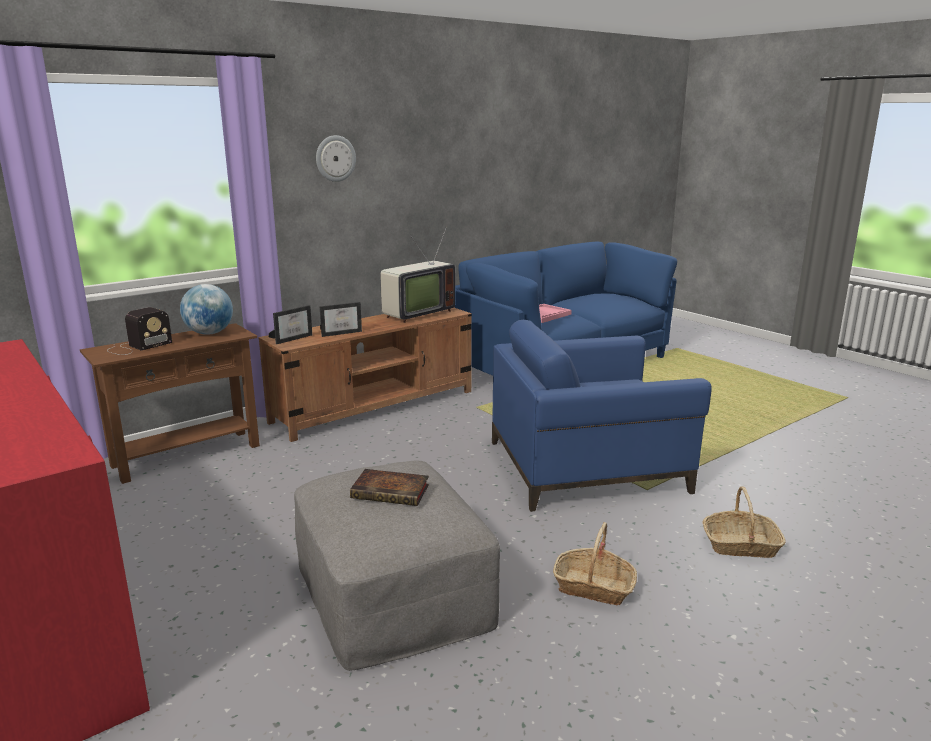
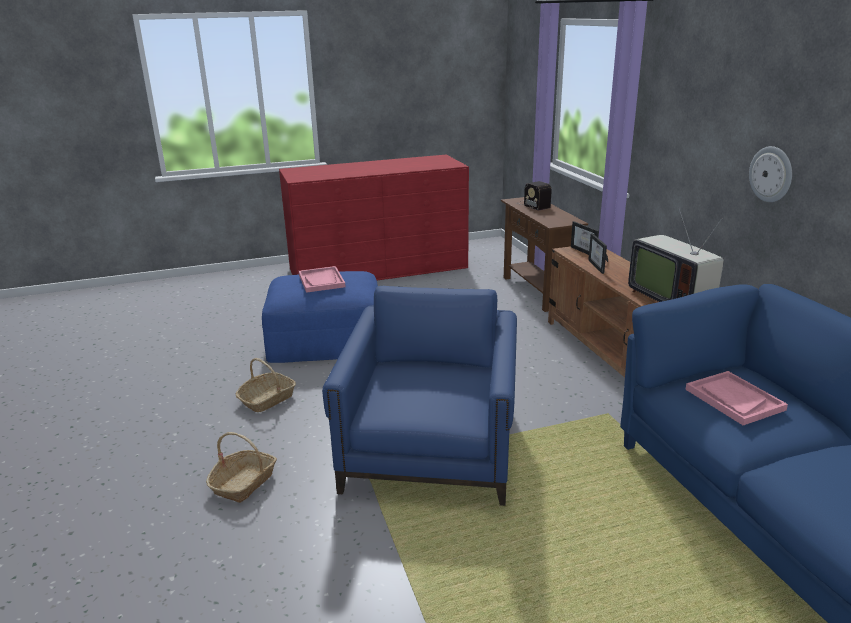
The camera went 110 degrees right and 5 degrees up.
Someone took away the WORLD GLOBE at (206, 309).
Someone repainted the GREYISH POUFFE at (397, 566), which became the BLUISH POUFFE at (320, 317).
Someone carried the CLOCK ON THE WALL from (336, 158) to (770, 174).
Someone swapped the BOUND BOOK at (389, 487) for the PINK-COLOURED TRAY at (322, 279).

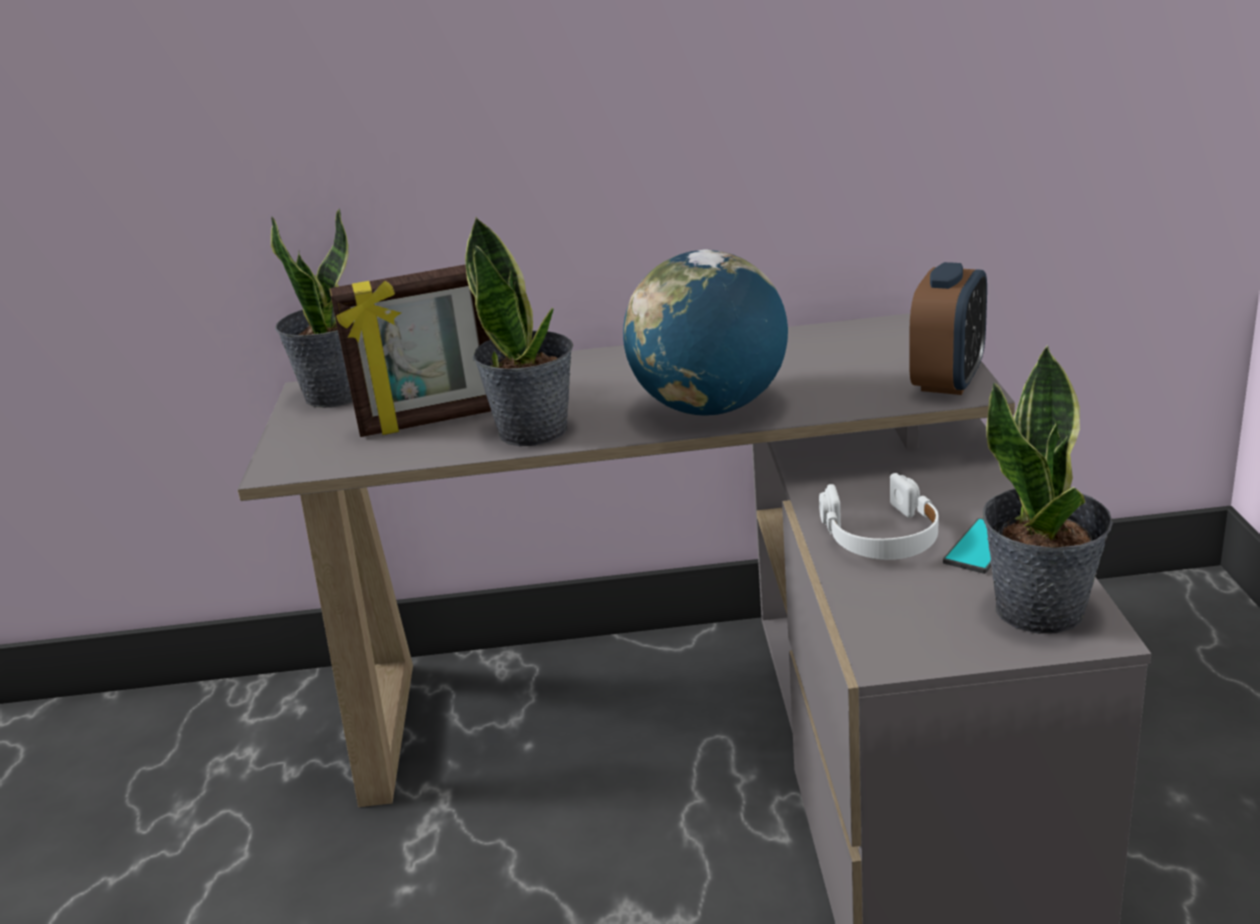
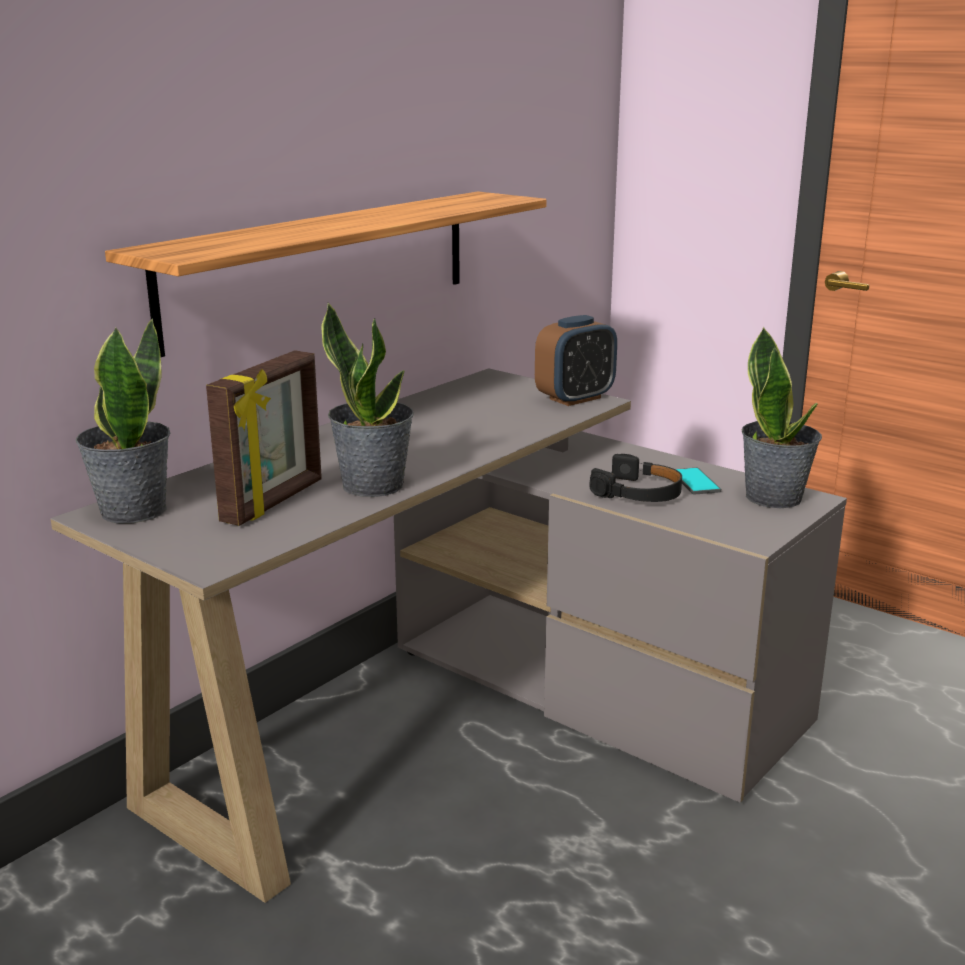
The camera went 50 degrees left and 5 degrees down.
Someone took away the WORLD GLOBE at (705, 333).
Someone repainted the WHITE HEADPHONES at (879, 516), which became the BLACK HEADPHONES at (635, 478).
Someone rotated the BEDSIDE CLOCK at (948, 328) by 75 degrees clockwise.
Someone put up the SHELF at (326, 274).

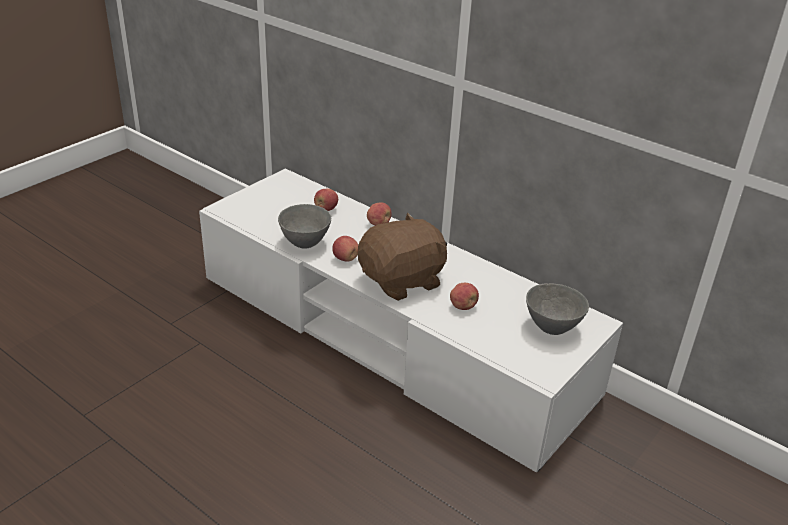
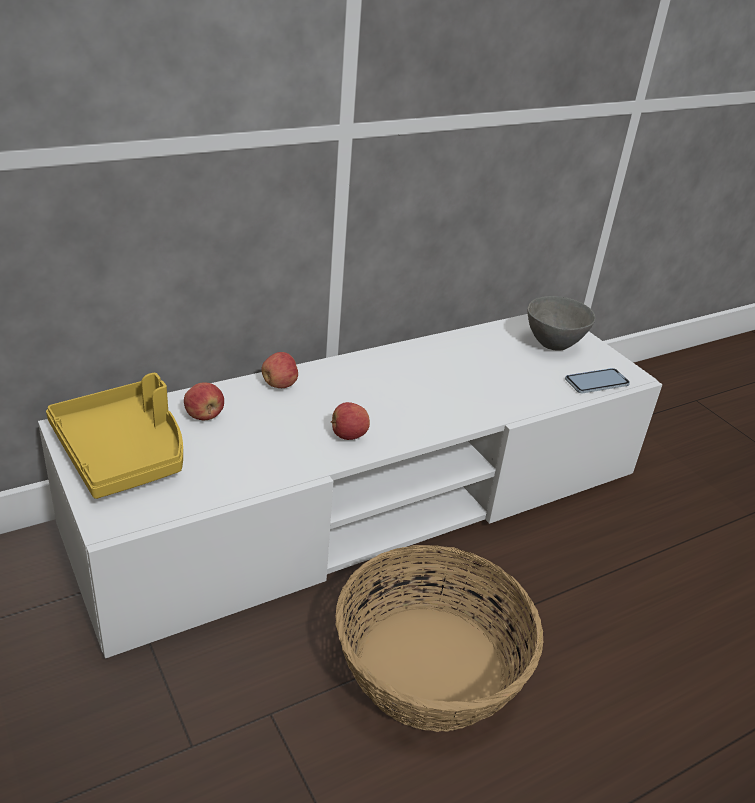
The camera went 70 degrees left and 0 degrees up.
Someone took away the GREYISH DEEP DISH at (304, 226).
Someone took away the BROWN SOFT TOY at (402, 256).
Someone took away the APPLE at (464, 296).
Someone put down the YELLOW TRAY at (114, 436).
Someone put down the HOUSEHOLD BASKET at (439, 638).
Someone put down the HANDSET at (597, 380).

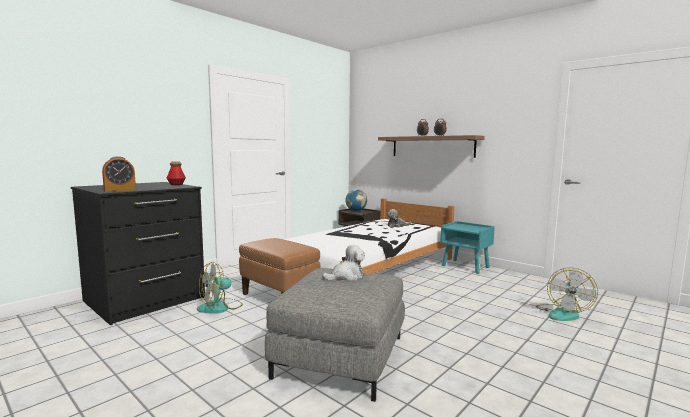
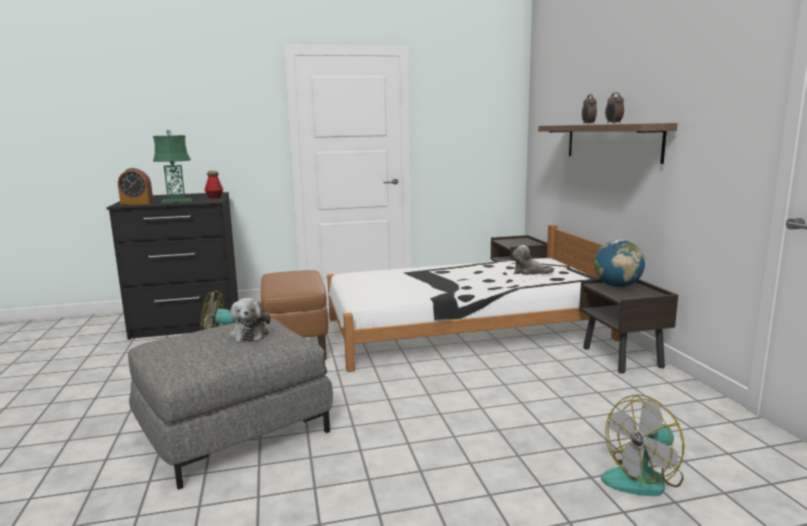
The camera went 35 degrees right and 5 degrees up.
Someone rotated the SOFT TOY at (343, 263) by 75 degrees clockwise.
Someone carried the WORLD GLOBE from (356, 200) to (619, 263).
Someone repainted the TURQUOISE-COLOURED NIGHTSTAND at (467, 247), which became the BROWN NIGHTSTAND at (628, 326).
Someone put down the GREEN-COLOURED LAMP FOR A TABLE at (172, 167).

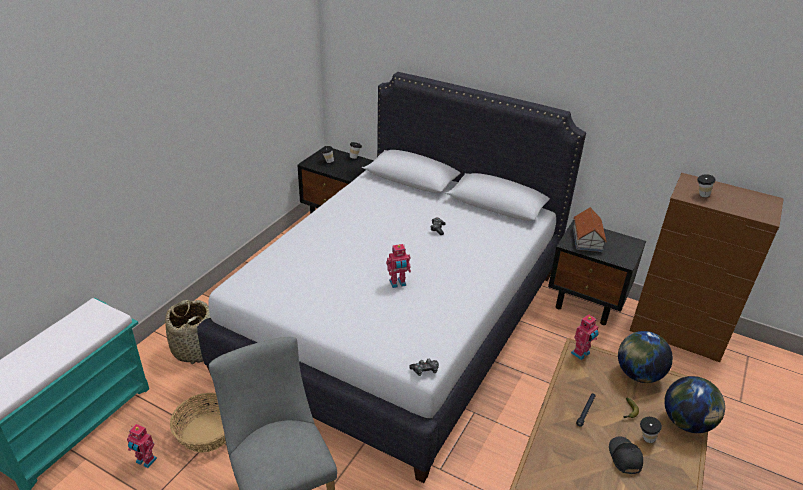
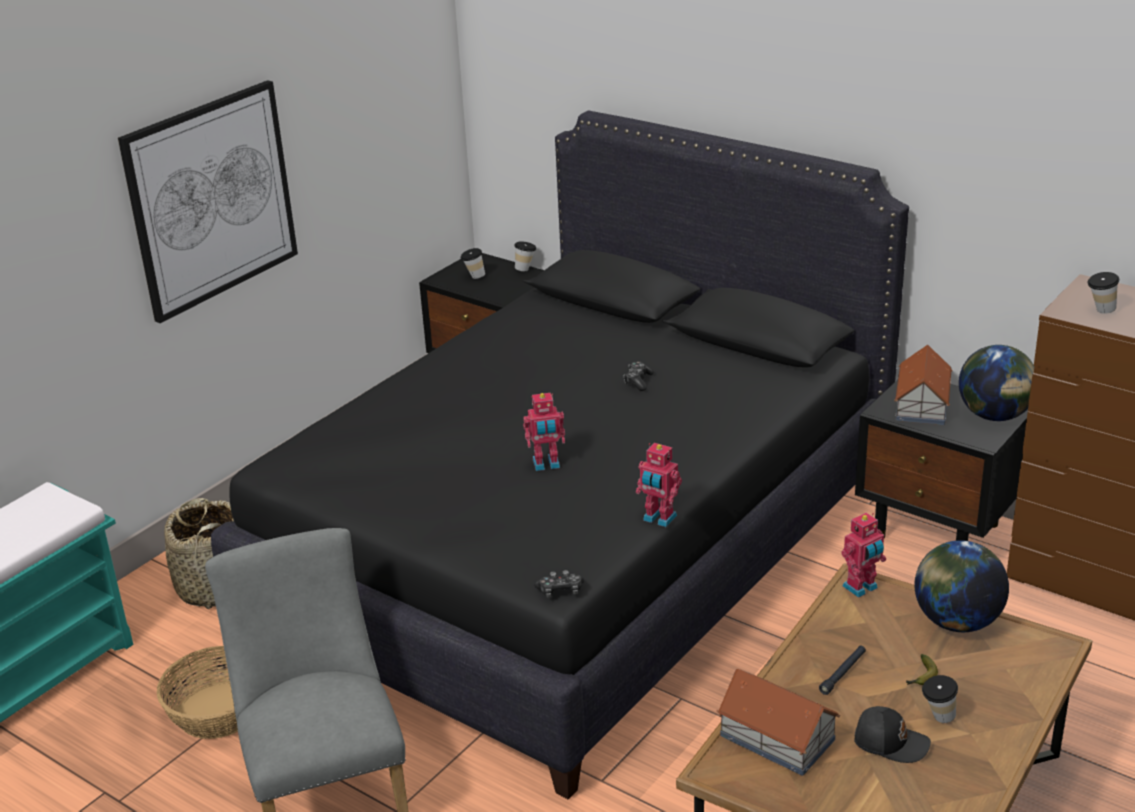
The camera went 10 degrees right and 5 degrees down.
Someone carried the TOY ROBOT from (142, 446) to (659, 485).
Someone repainted the WHITE BEDROOM BED at (391, 277), which became the BLACK BEDROOM BED at (560, 455).
Someone rotated the BLACK BASEBALL CAP at (626, 455) by 105 degrees clockwise.
Someone carried the WORLD GLOBE from (694, 404) to (996, 383).
Someone put up the WALL PICTURE at (208, 201).
Someone put down the TOY HOUSE at (778, 722).

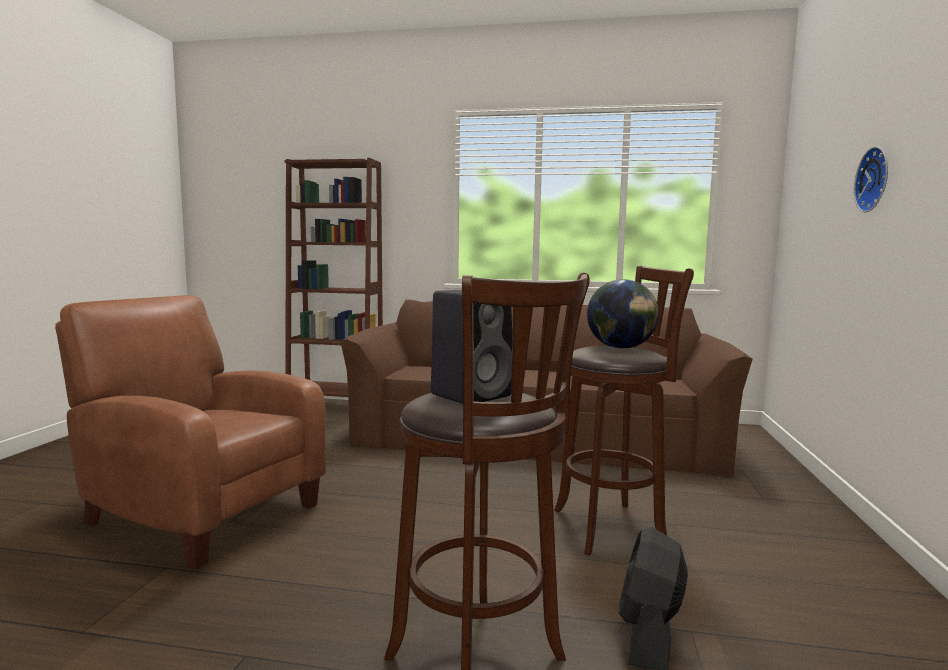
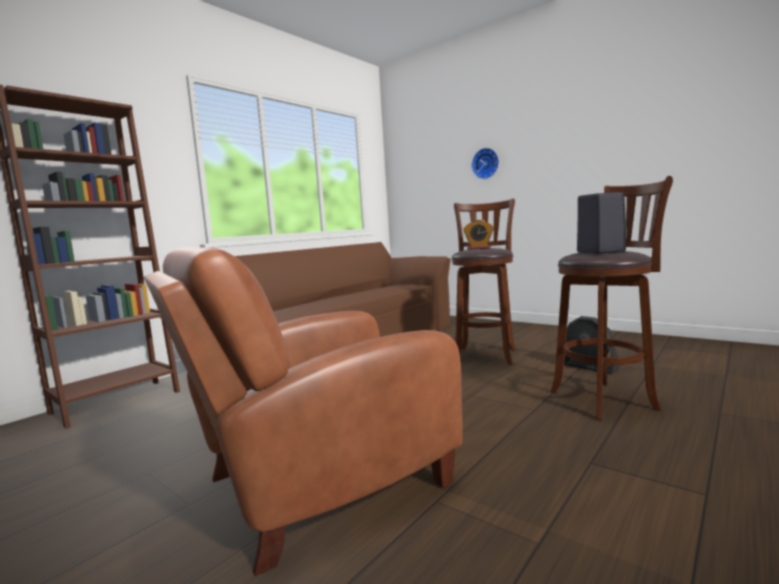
The camera went 60 degrees left and 0 degrees up.
Someone swapped the WORLD GLOBE at (623, 314) for the BEDSIDE CLOCK at (478, 234).

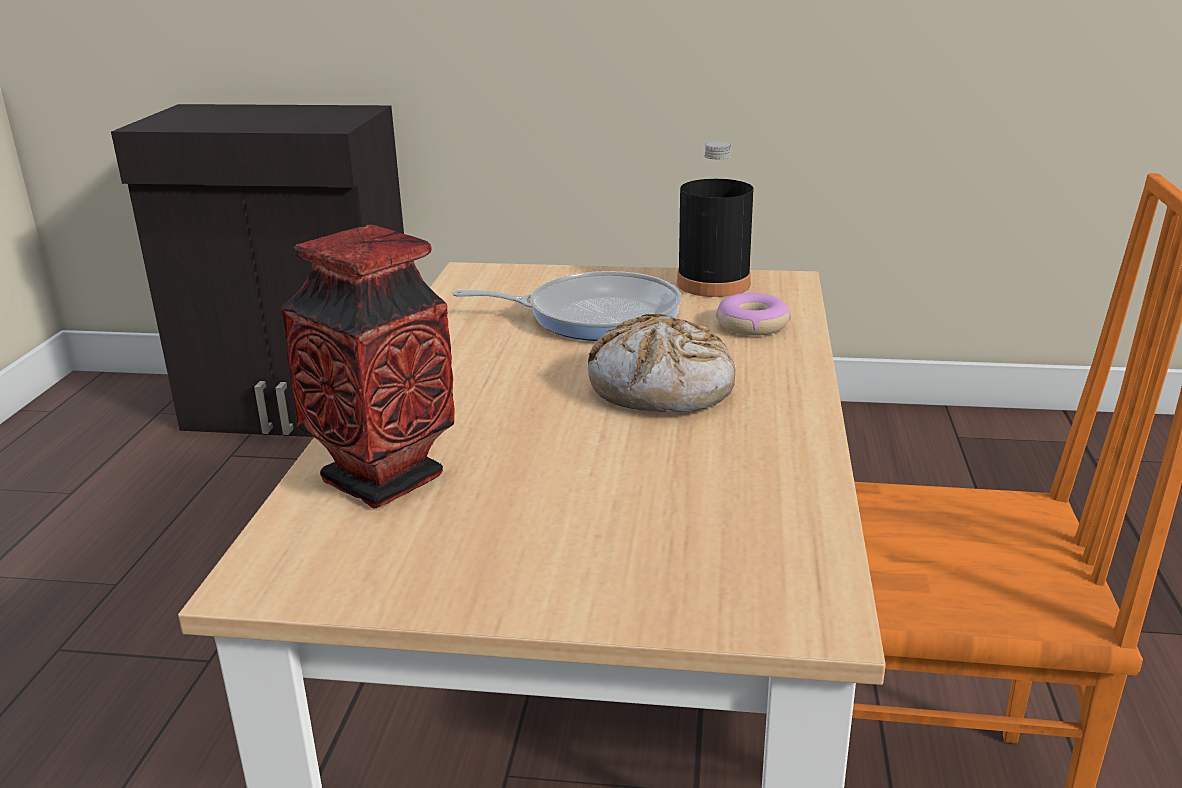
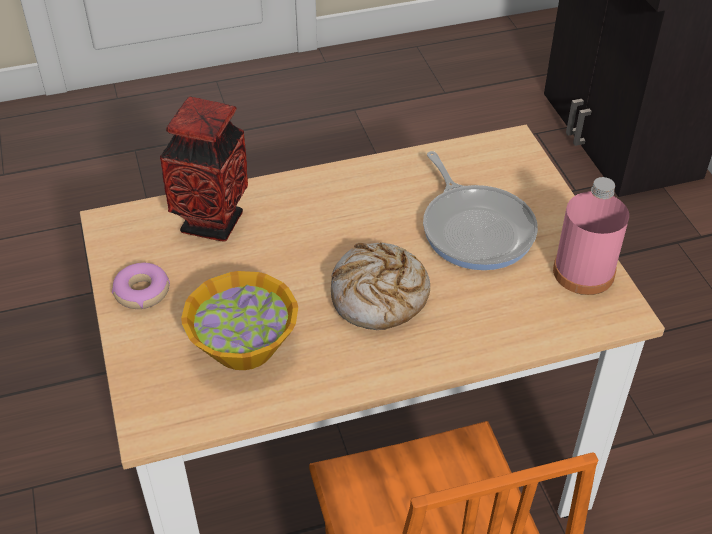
The camera went 65 degrees right and 20 degrees up.
Someone repainted the BLACK DRINK BOTTLE at (715, 219), which became the PINK-COLOURED DRINK BOTTLE at (591, 236).
Someone carried the RING DOUGHNUT from (753, 314) to (141, 286).
Someone put down the DEEP DISH at (239, 320).

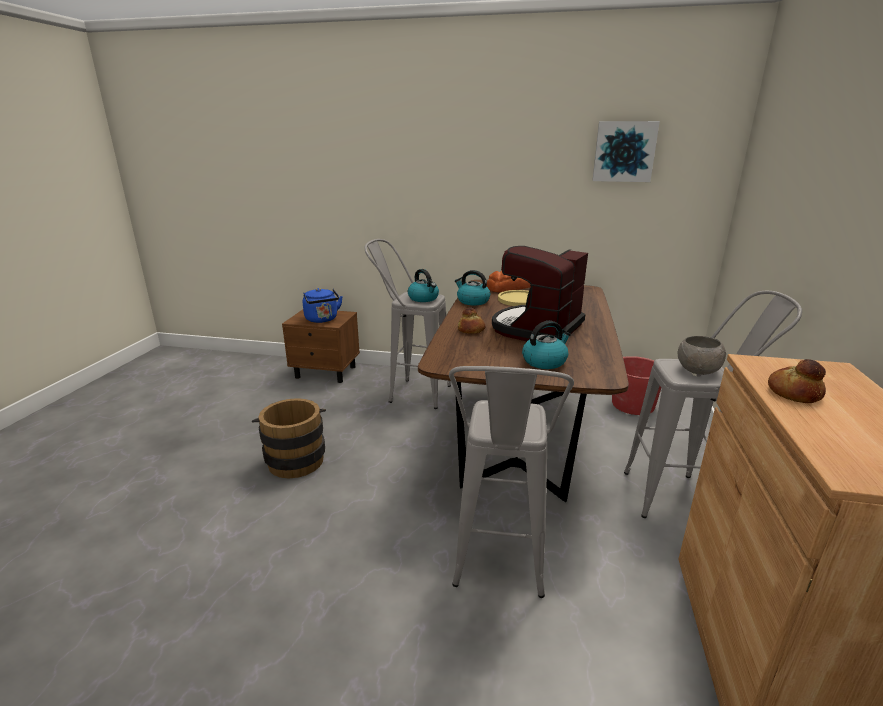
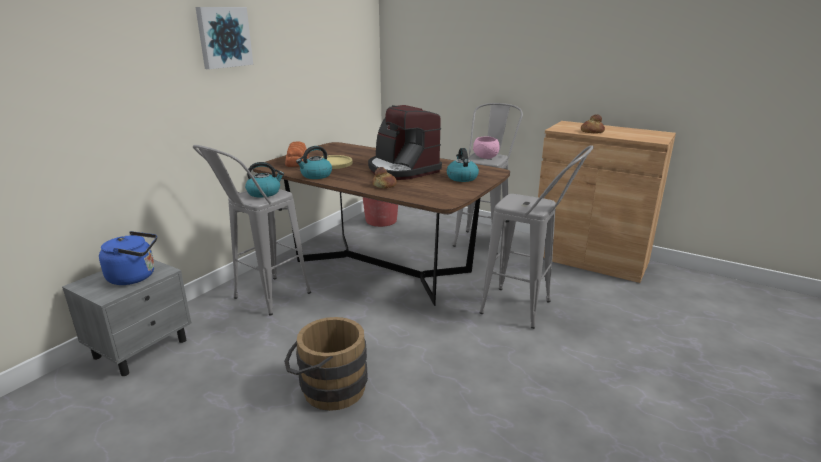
The camera went 70 degrees left and 0 degrees up.
Someone repainted the BROWN NIGHTSTAND at (321, 346), which became the GREYISH NIGHTSTAND at (127, 318).
Someone carried the WALL PICTURE from (626, 151) to (224, 38).
Someone repainted the GREYISH DEEP DISH at (702, 355), which became the PINK-COLOURED DEEP DISH at (486, 148).

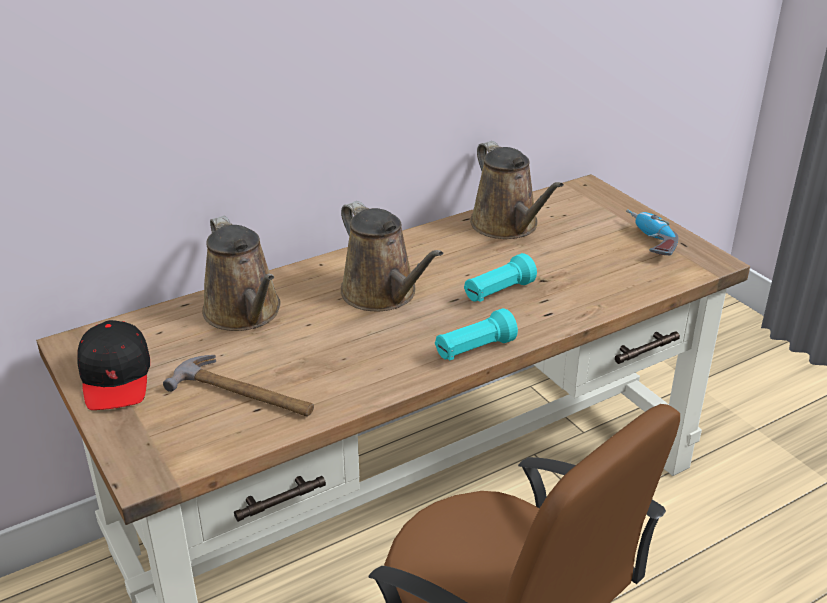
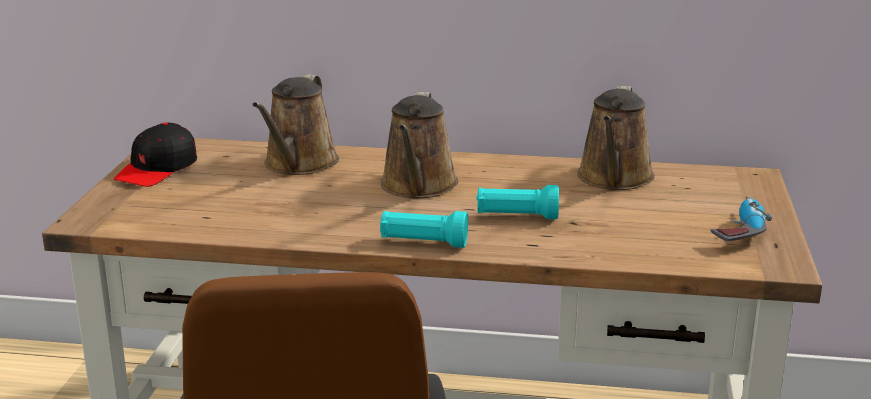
The camera went 40 degrees right and 10 degrees down.
Someone took away the HAND HAMMER at (238, 385).

